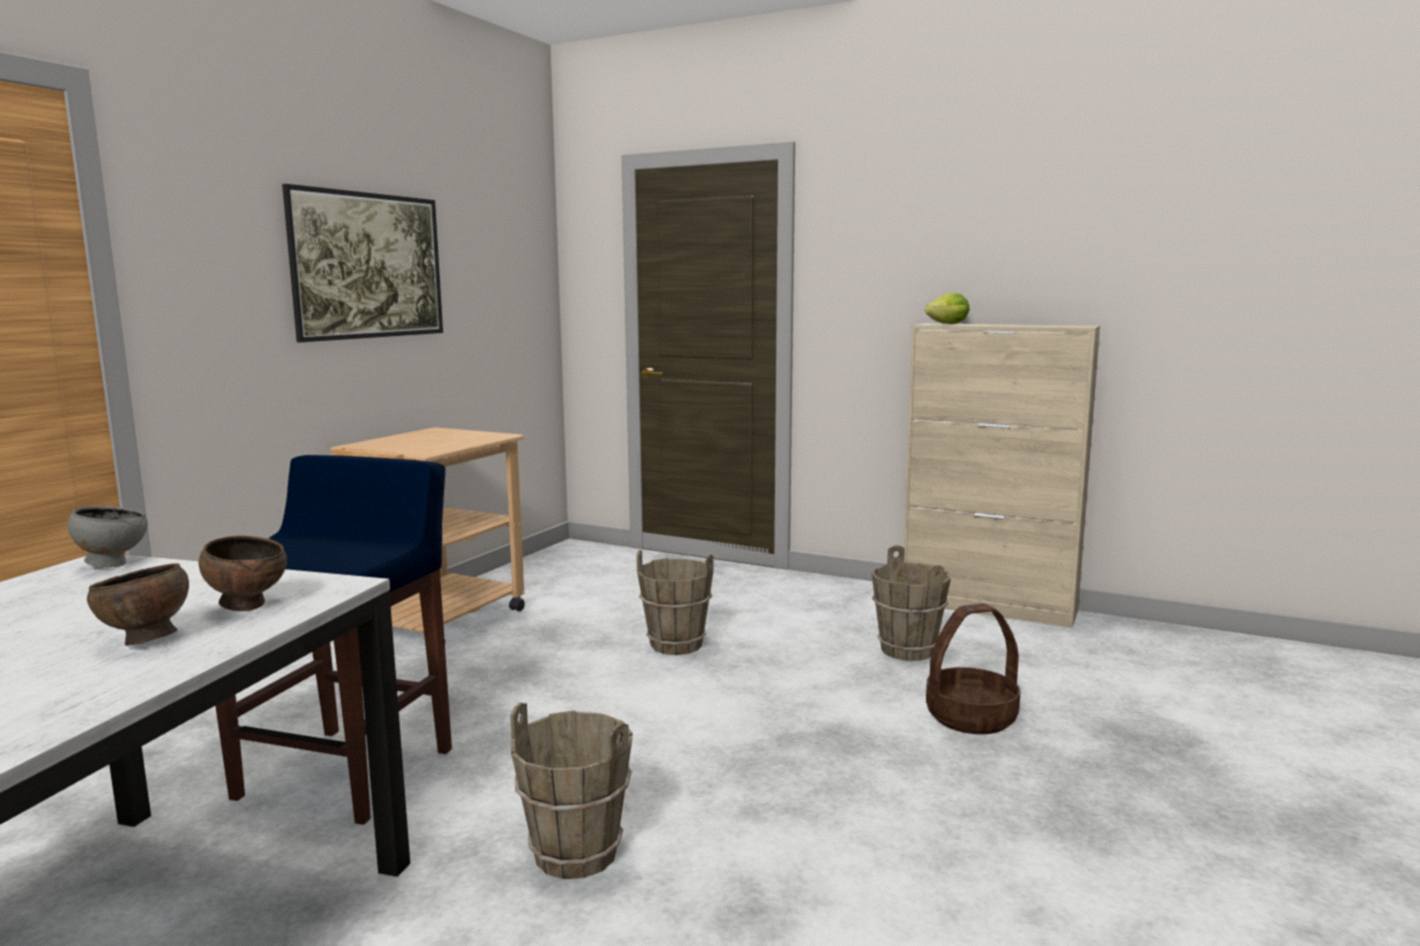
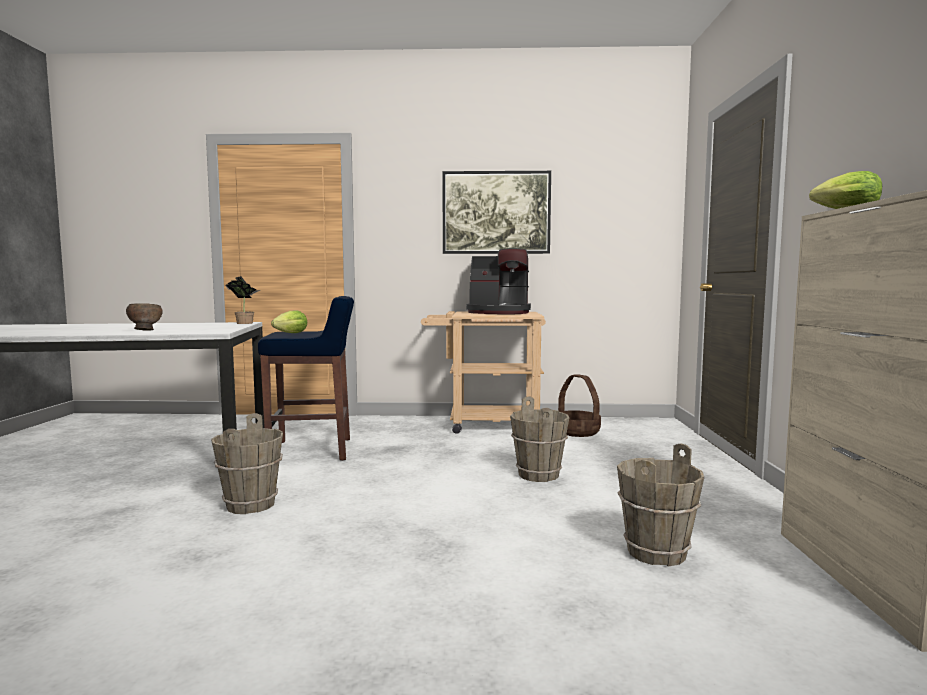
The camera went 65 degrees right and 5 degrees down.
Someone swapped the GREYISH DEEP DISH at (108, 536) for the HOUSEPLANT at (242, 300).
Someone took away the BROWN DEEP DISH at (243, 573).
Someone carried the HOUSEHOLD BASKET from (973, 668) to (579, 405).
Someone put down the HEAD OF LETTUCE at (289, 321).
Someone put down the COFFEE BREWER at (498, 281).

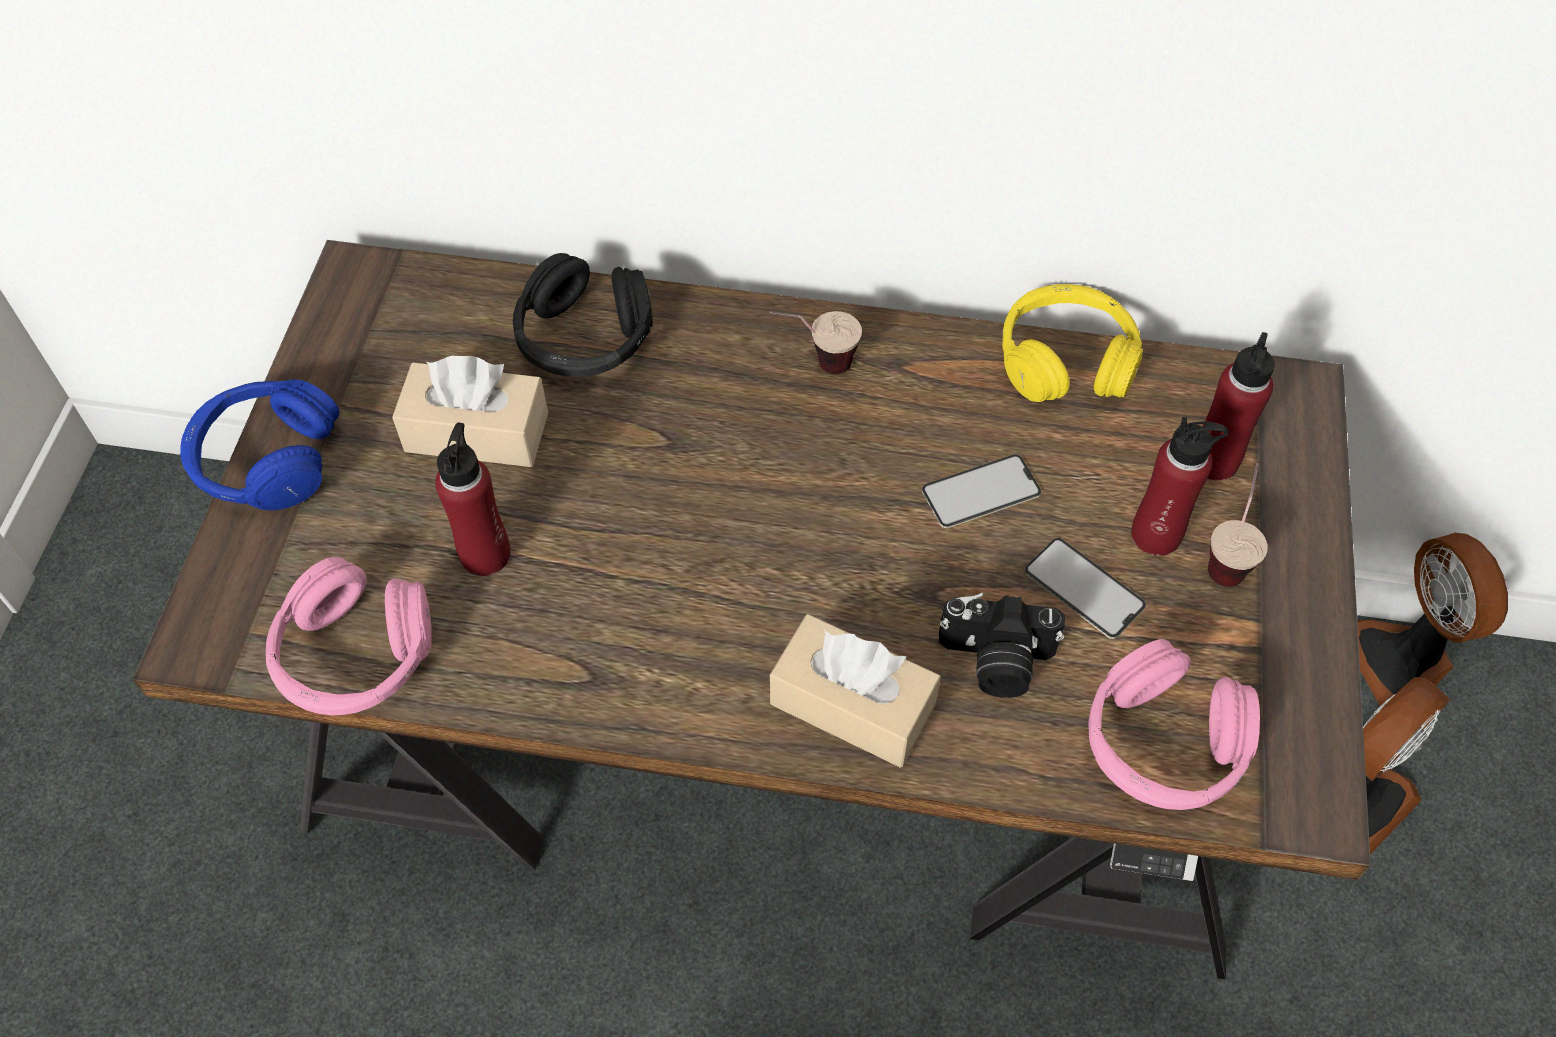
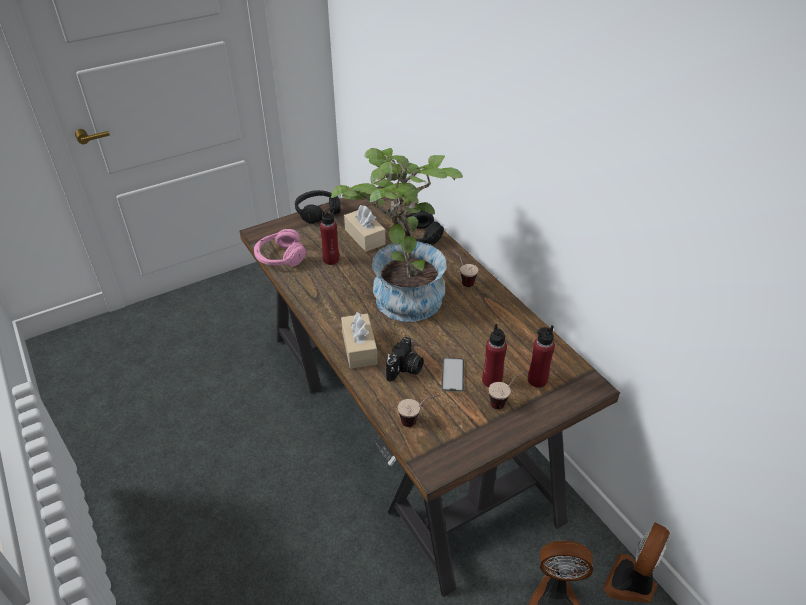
The camera went 50 degrees right and 15 degrees down.
Someone repainted the BLUISH HEADPHONES at (260, 444), which became the BLACK HEADPHONES at (318, 207).
Someone took away the HANDSET at (981, 491).
Someone rotated the STILL CAMERA at (1002, 645) by 120 degrees counterclockwise.
Someone took away the YELLOW HEADPHONES at (1072, 343).
Someone swapped the PINK-COLOURED HEADPHONES at (1174, 724) for the SMALL CUP at (418, 411).
Someone put down the HOUSEPLANT at (397, 235).

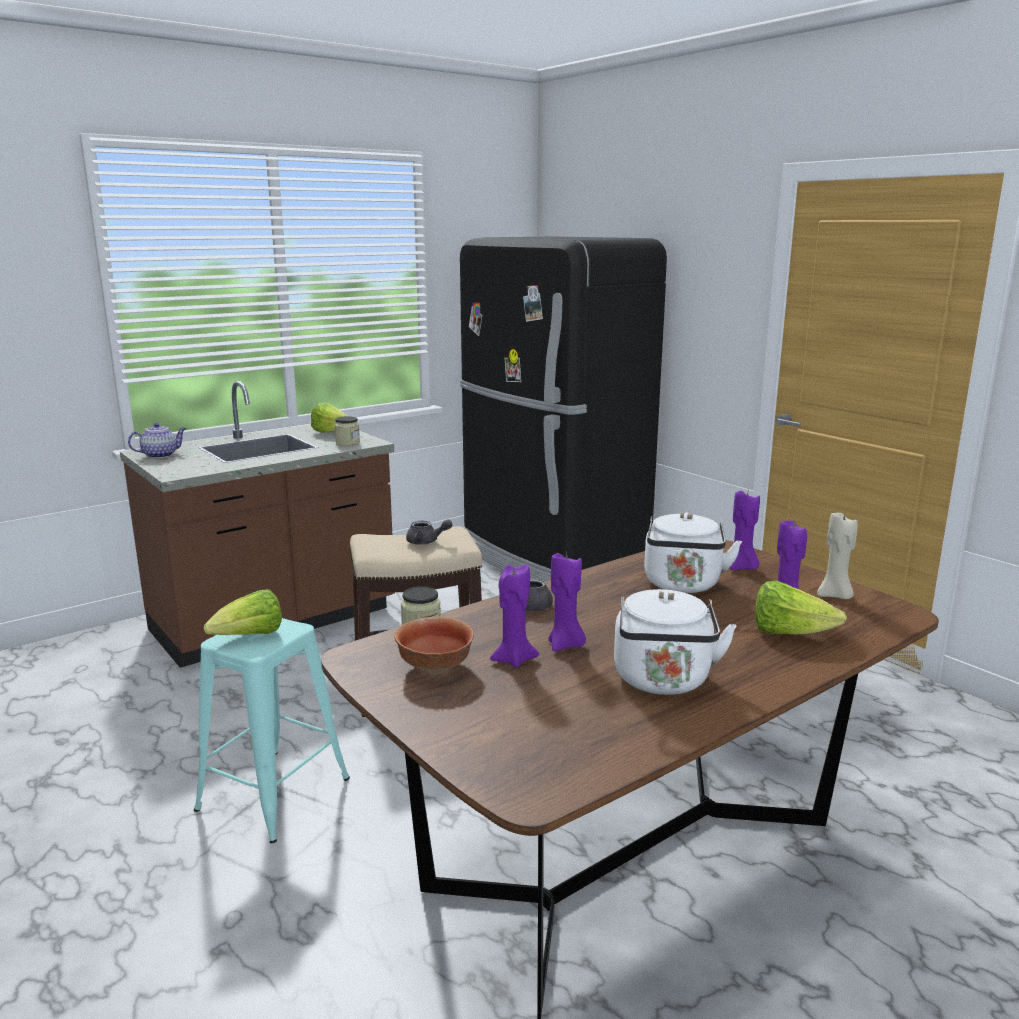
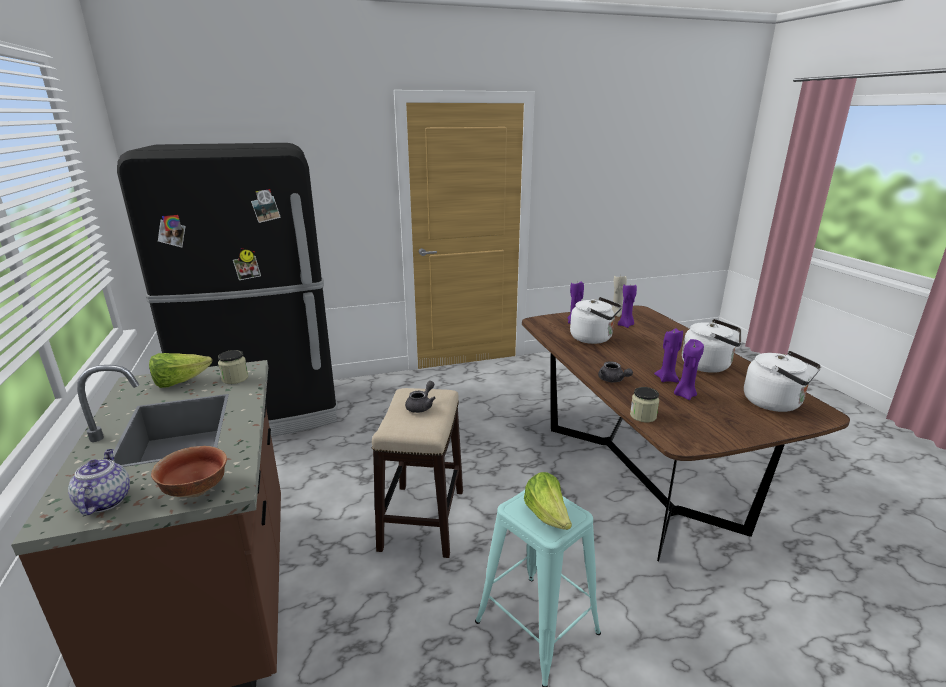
The camera went 70 degrees left and 5 degrees up.
Someone carried the DEEP DISH from (434, 645) to (189, 472).
Someone took away the HEAD OF LETTUCE at (801, 608).
Someone put down the WHITE KETTLE at (782, 381).

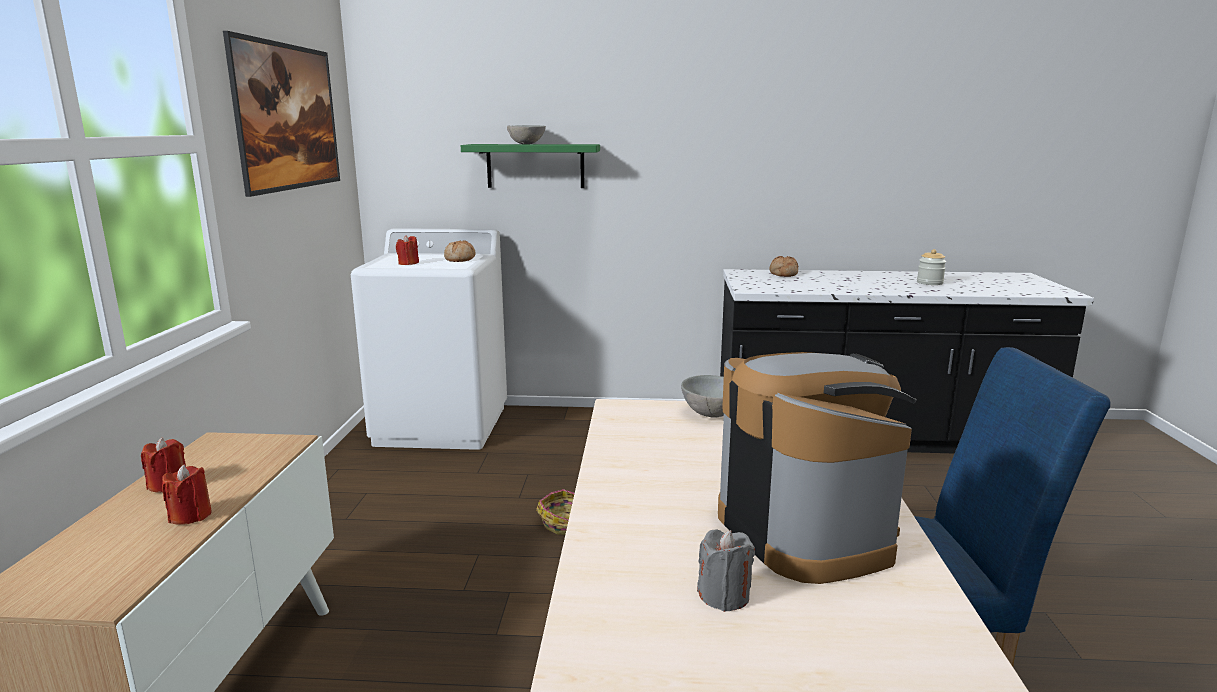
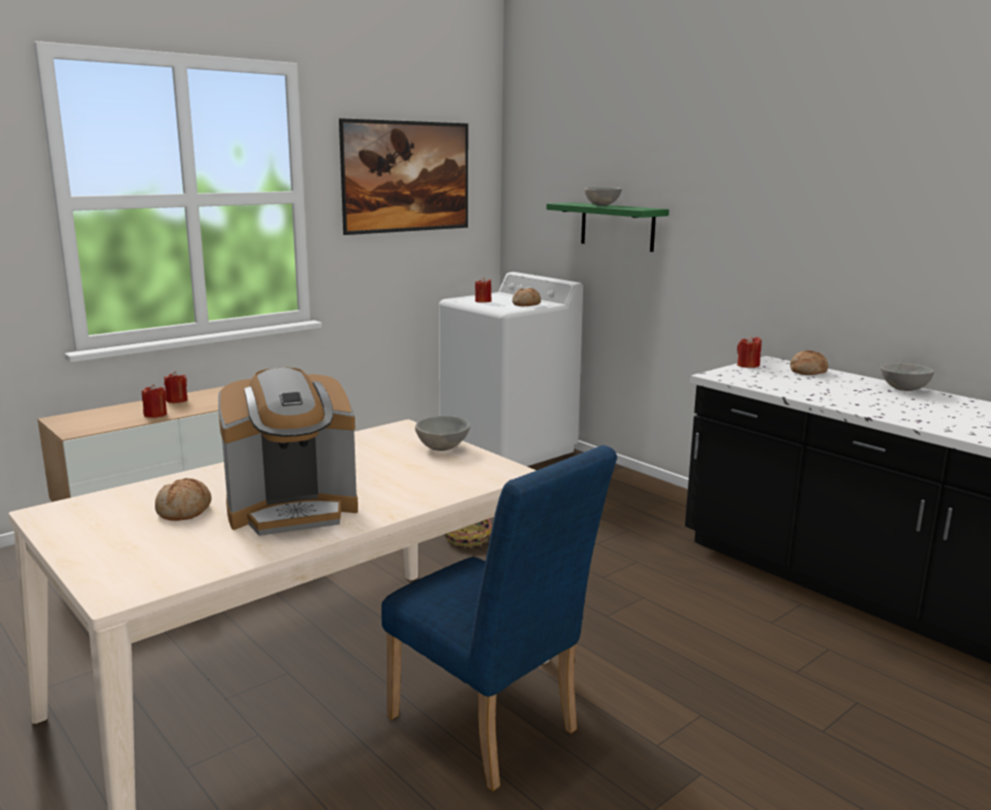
The camera went 45 degrees right and 0 degrees up.
Someone swapped the GREYISH WAX LIGHT at (726, 571) for the BAKERY BREAD at (183, 499).
Someone rotated the COFFEE BREWER at (817, 468) by 45 degrees clockwise.
Someone took away the PRESERVE JAR at (931, 267).
Someone put down the REDDISH WAX LIGHT at (749, 351).
Someone put down the GREYISH DEEP DISH at (908, 377).

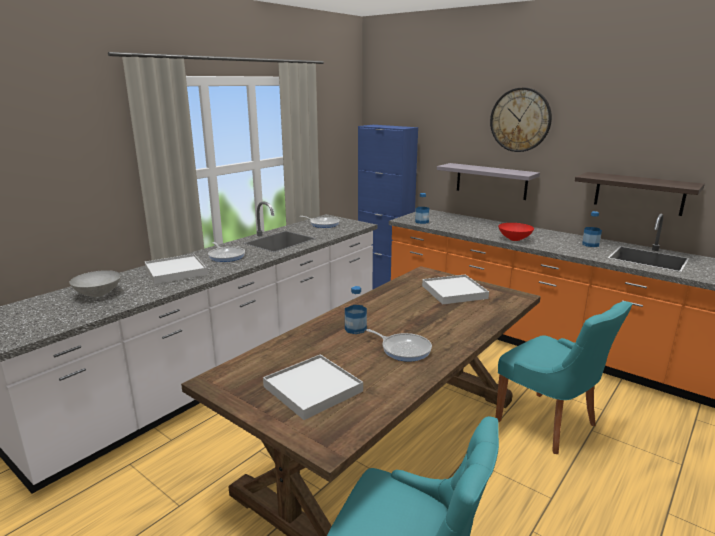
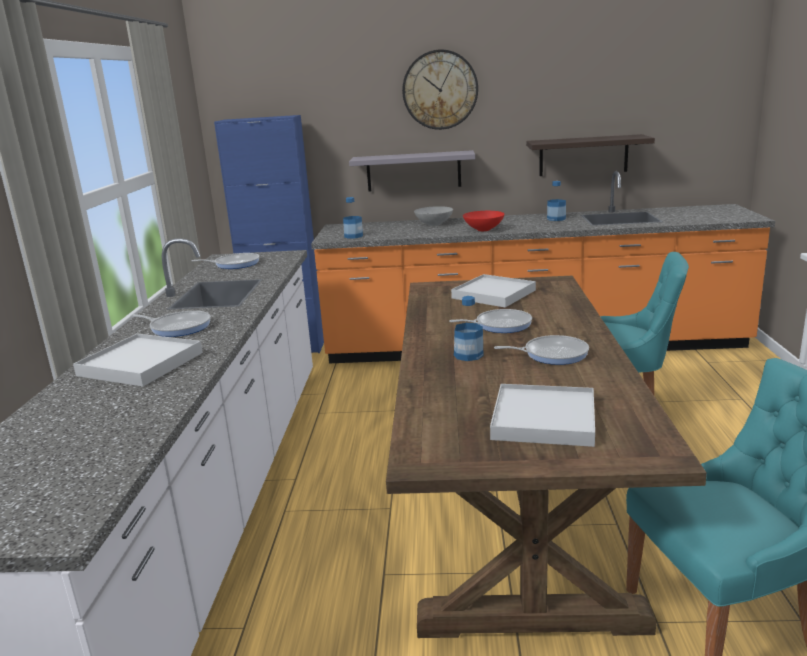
The camera went 35 degrees left and 0 degrees up.
Someone carried the GREYISH DEEP DISH from (95, 283) to (433, 216).
Someone put down the SKILLET at (490, 321).

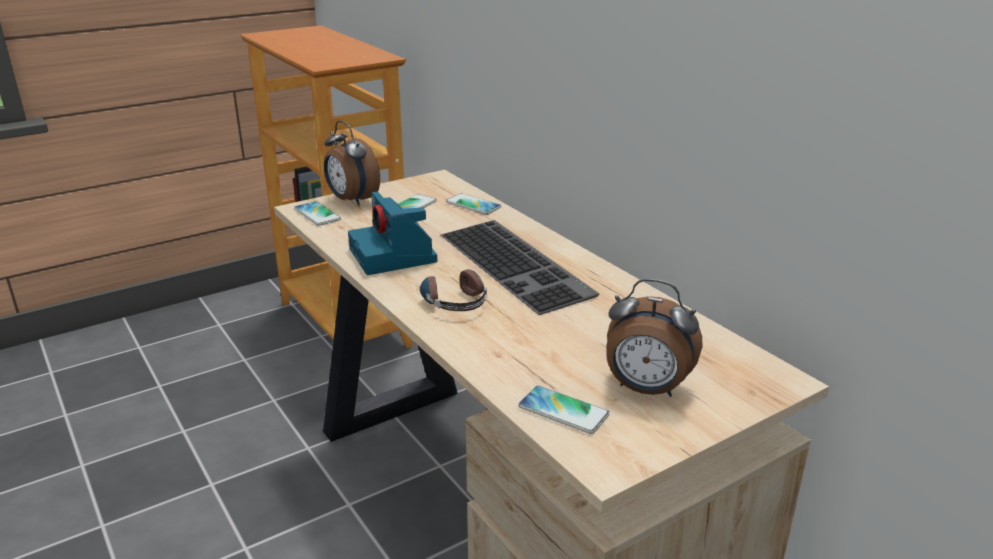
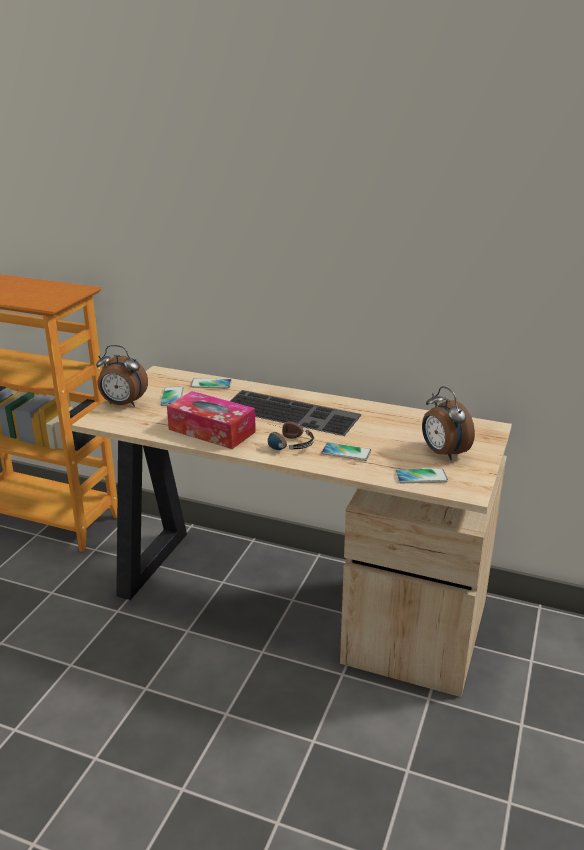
The camera went 35 degrees left and 0 degrees up.
Someone carried the HANDSET from (317, 213) to (346, 451).
Someone swapped the STILL CAMERA at (392, 233) for the TISSUE BOX at (211, 420).
Someone rotated the BEDSIDE CLOCK at (654, 338) by 75 degrees clockwise.

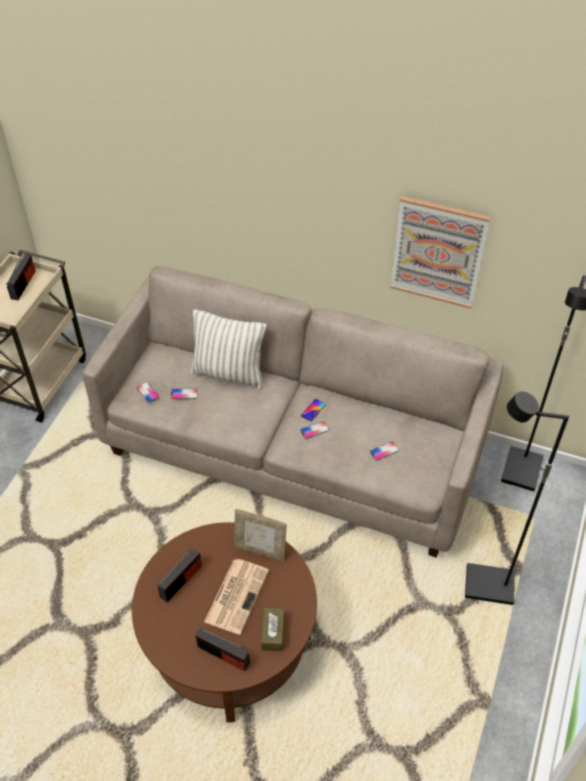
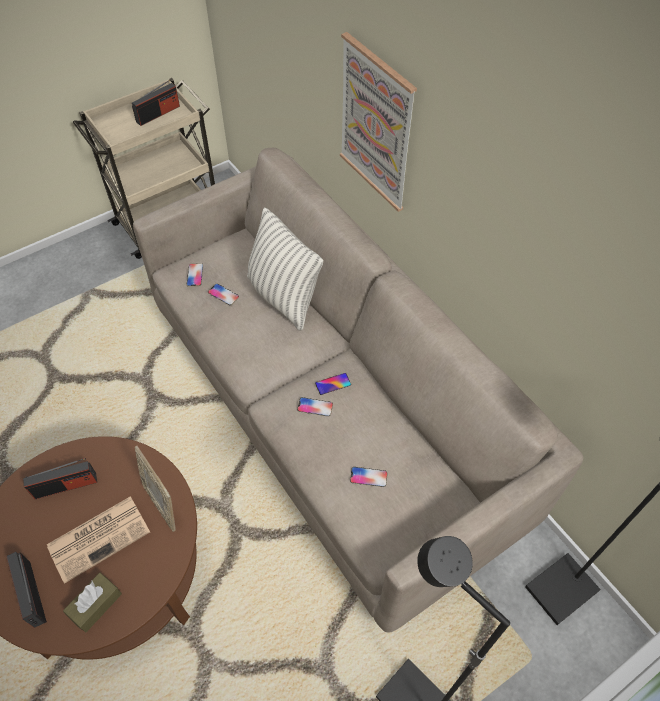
The camera went 35 degrees right and 5 degrees up.
Someone carried the WALL PICTURE from (440, 252) to (378, 122).

